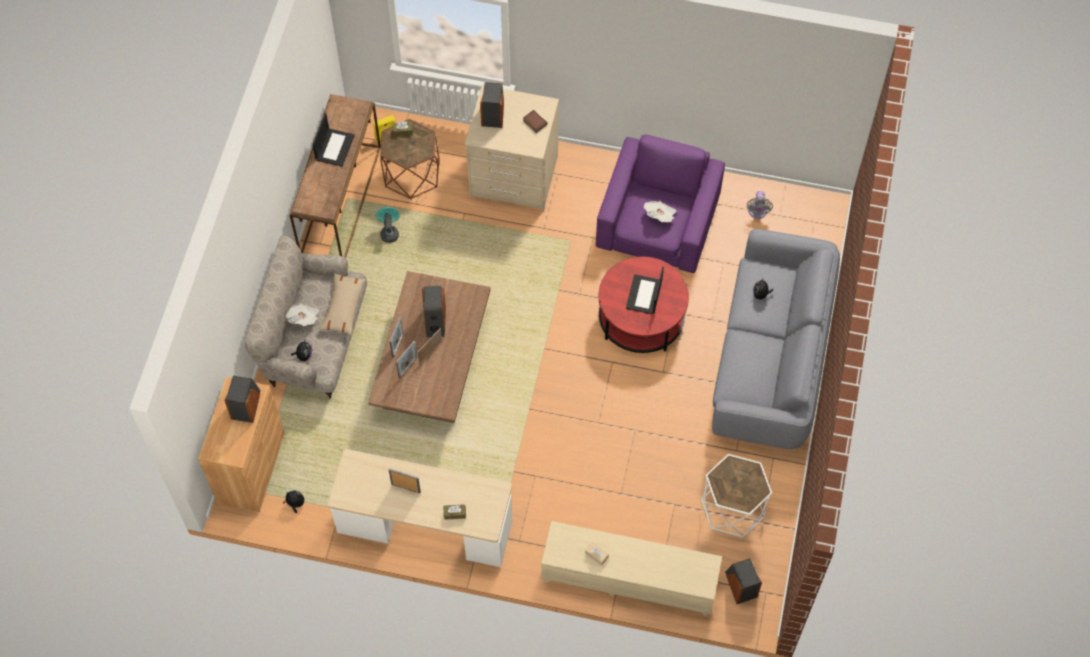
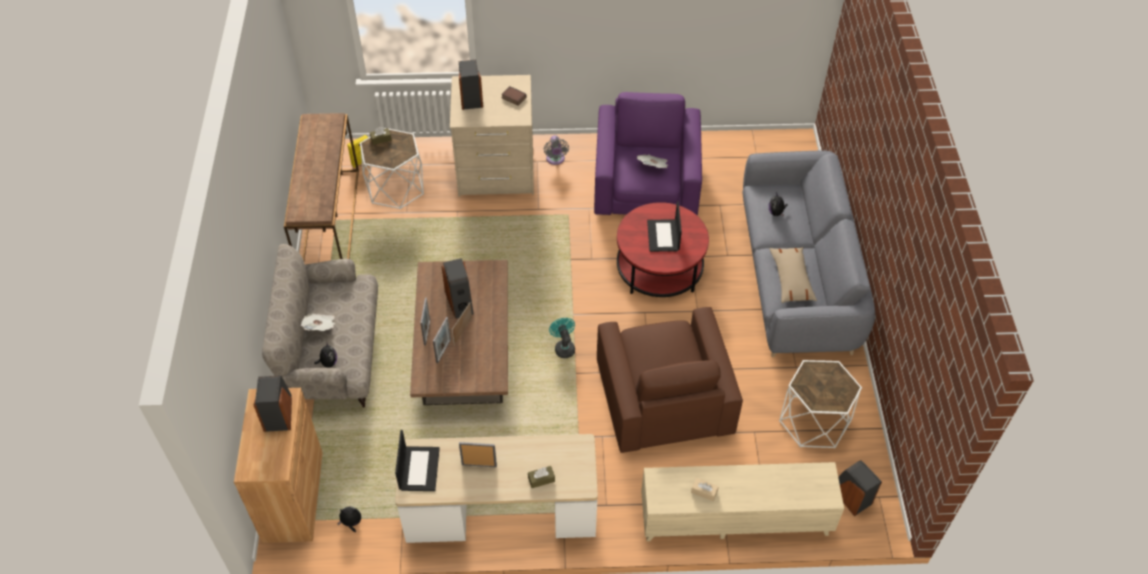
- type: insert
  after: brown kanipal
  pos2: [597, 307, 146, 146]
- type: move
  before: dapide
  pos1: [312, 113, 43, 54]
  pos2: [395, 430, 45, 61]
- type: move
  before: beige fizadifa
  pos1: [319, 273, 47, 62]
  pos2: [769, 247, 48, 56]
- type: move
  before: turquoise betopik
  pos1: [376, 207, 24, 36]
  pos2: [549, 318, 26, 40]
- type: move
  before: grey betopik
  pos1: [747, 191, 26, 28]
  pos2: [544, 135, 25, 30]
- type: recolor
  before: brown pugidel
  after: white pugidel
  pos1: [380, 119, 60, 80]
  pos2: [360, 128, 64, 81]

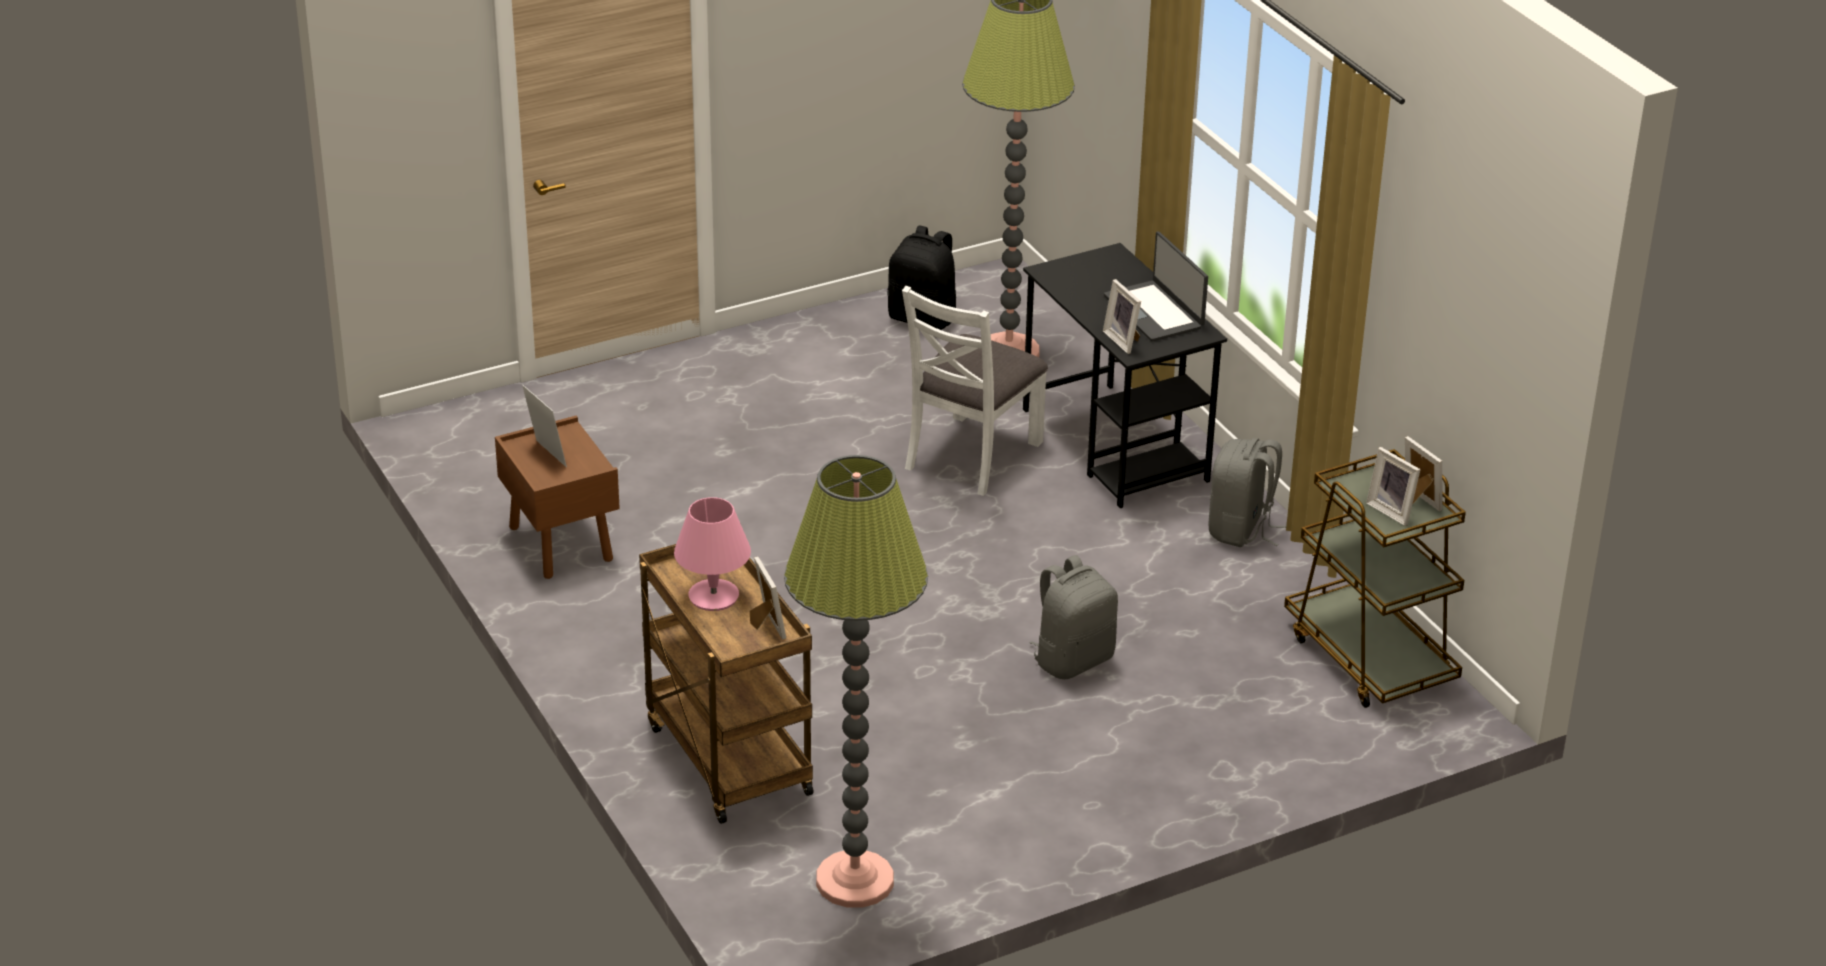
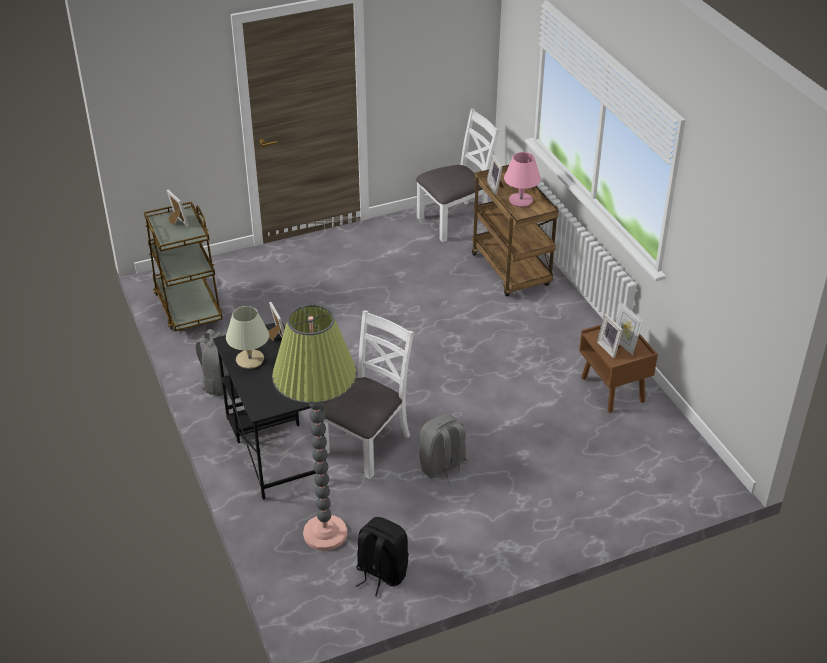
- type: move
  before: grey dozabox
  pos1: [1030, 555, 88, 124]
  pos2: [420, 414, 48, 73]
- type: move
  before: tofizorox
  pos1: [1405, 436, 37, 76]
  pos2: [597, 314, 26, 44]
- type: replace
  before: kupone
  after: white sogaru
  pos1: [784, 455, 144, 453]
  pos2: [416, 109, 84, 133]
- type: replace
  before: dapide
  after: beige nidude
  pos1: [1104, 231, 104, 111]
  pos2: [226, 306, 43, 63]

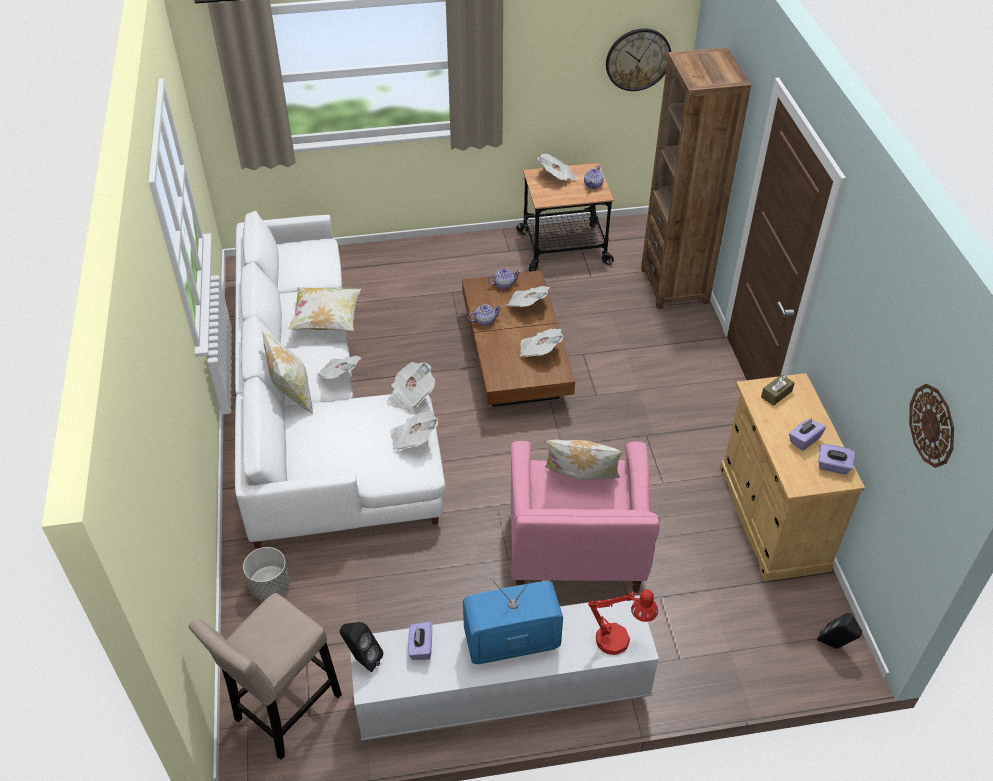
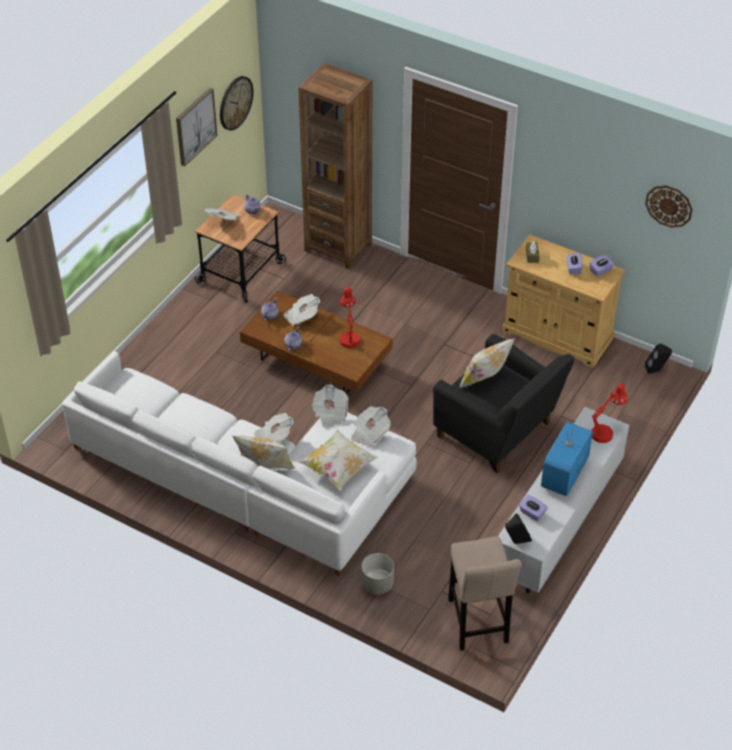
- type: insert
  after: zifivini
  pos2: [176, 88, 41, 79]
- type: move
  before: fizadifa
  pos1: [287, 287, 74, 44]
  pos2: [298, 430, 80, 61]
- type: replace
  before: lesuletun
  after: red nidude
  pos1: [519, 329, 44, 28]
  pos2: [340, 287, 20, 61]
- type: recolor
  before: pink kanipal
  after: black kanipal
  pos1: [511, 441, 149, 152]
  pos2: [433, 334, 141, 139]

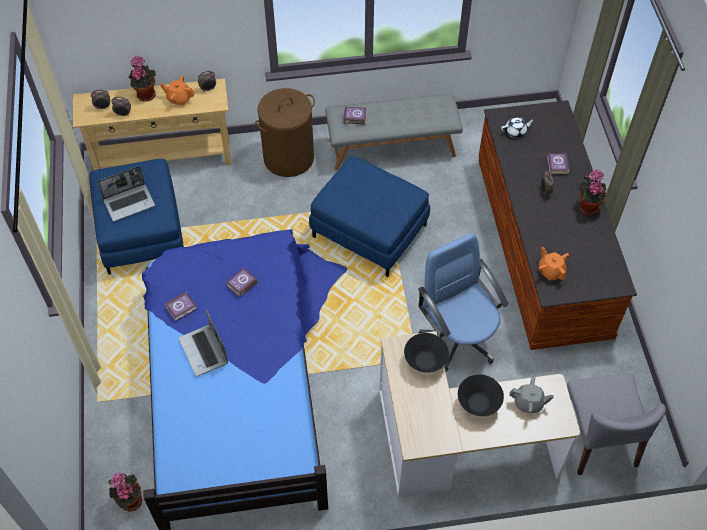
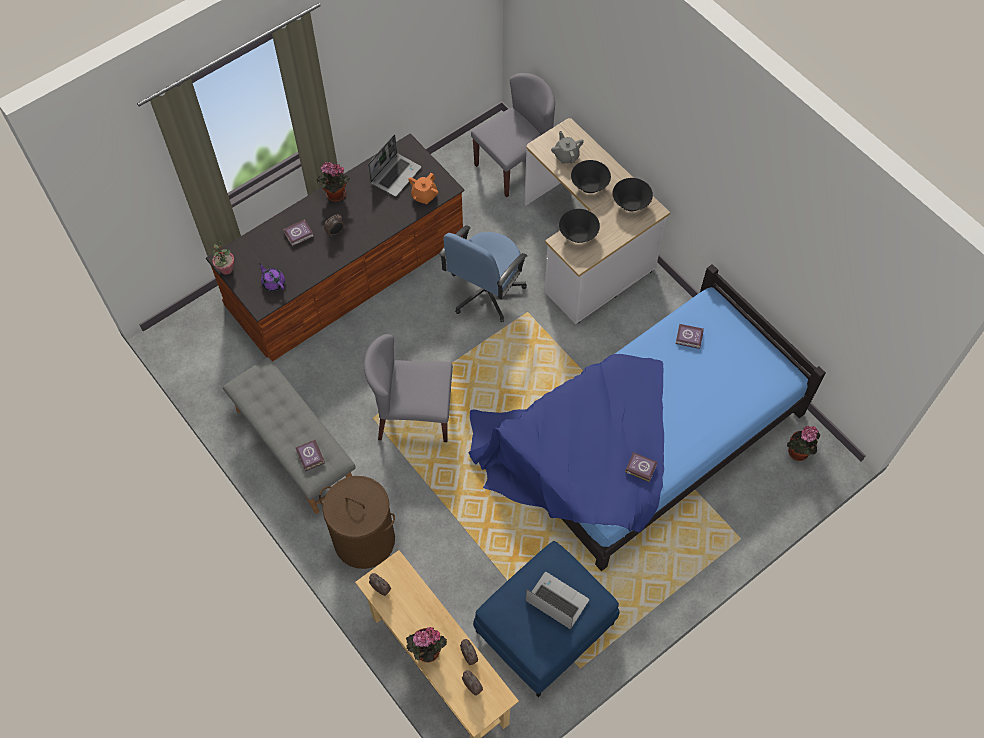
- type: delete
  before: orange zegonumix
  pos1: [160, 76, 35, 30]
- type: insert
  after: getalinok
  pos2: [212, 241, 23, 34]
- type: insert
  after: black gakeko
  pos2: [613, 178, 40, 33]
- type: move
  before: dapide
  pos1: [179, 309, 49, 67]
  pos2: [368, 134, 53, 63]
- type: move
  before: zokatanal
  pos1: [226, 268, 32, 29]
  pos2: [675, 324, 29, 25]
- type: replace
  before: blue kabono
  after: grey sogaru
  pos1: [309, 156, 121, 121]
  pos2: [364, 334, 89, 108]
- type: recolor
  before: white zegonumix
  after: purple zegonumix
  pos1: [501, 117, 34, 21]
  pos2: [258, 263, 27, 28]

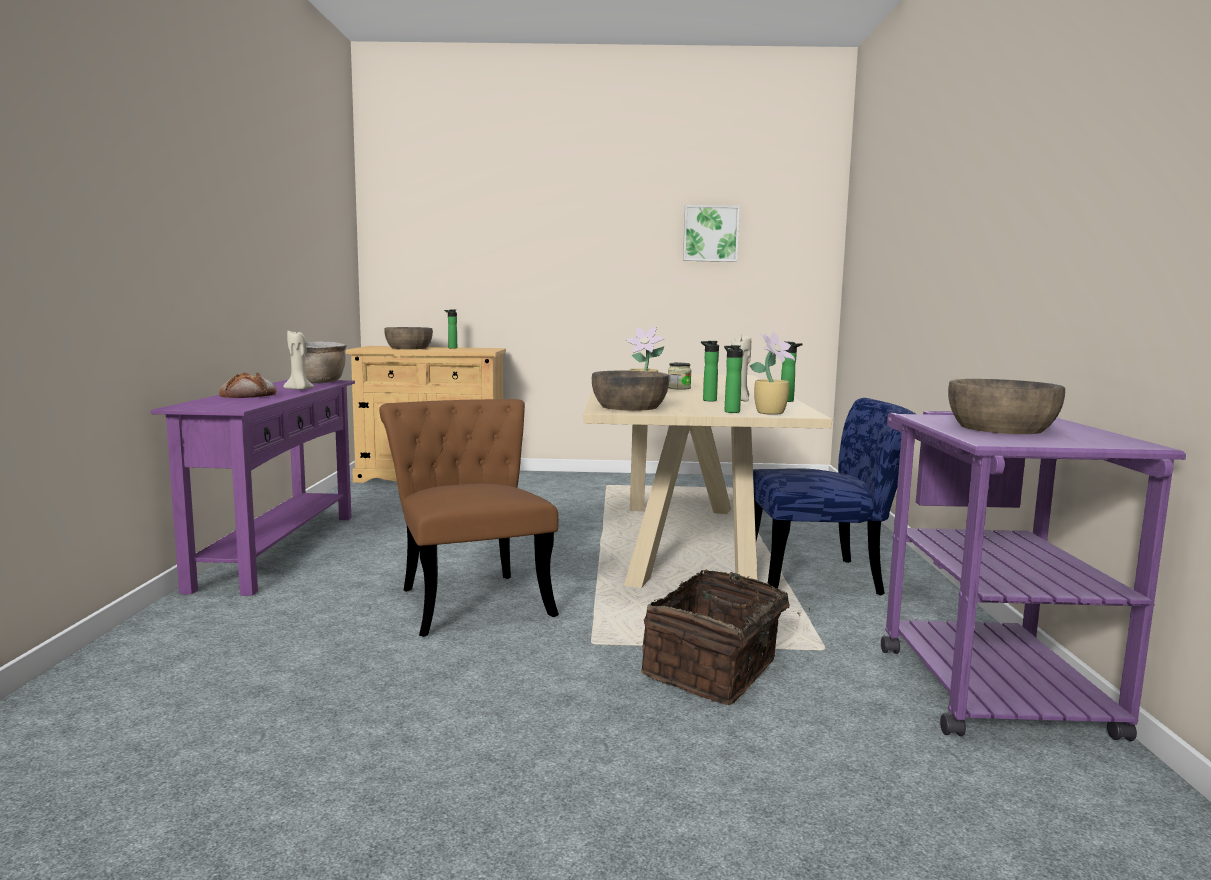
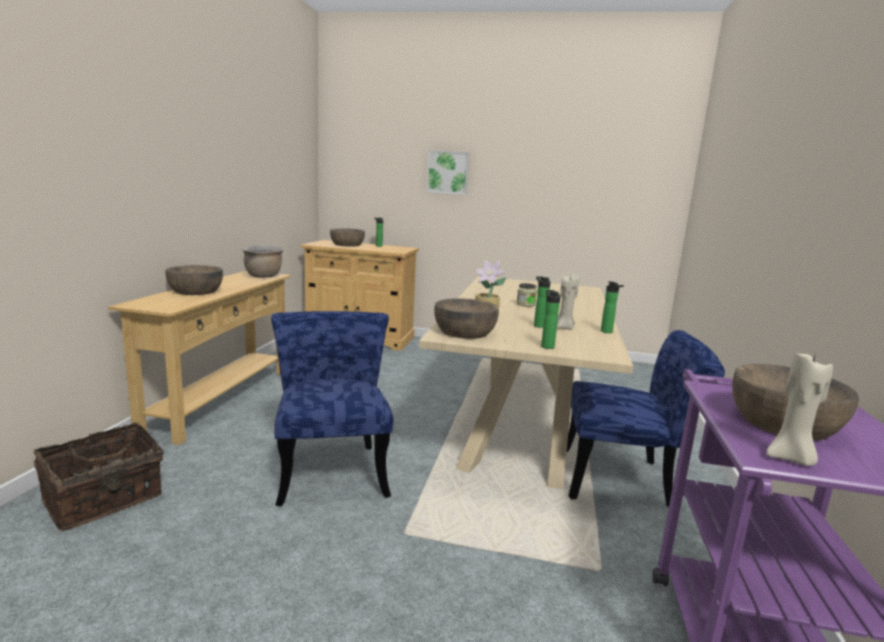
- type: delete
  before: getalinok
  pos1: [750, 332, 45, 83]
- type: move
  before: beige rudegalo
  pos1: [283, 331, 31, 59]
  pos2: [766, 353, 67, 113]
- type: move
  before: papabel
  pos1: [642, 570, 168, 135]
  pos2: [34, 422, 130, 109]
- type: move
  before: zifivini
  pos1: [683, 205, 57, 57]
  pos2: [426, 150, 44, 45]
- type: replace
  before: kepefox
  after: brown gakeko
  pos1: [219, 372, 57, 26]
  pos2: [166, 265, 57, 30]
- type: recolor
  before: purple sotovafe
  after: beige sotovafe
  pos1: [151, 379, 204, 217]
  pos2: [108, 271, 183, 174]
- type: recolor
  before: brown sogaru
  after: blue sogaru
  pos1: [379, 399, 180, 238]
  pos2: [271, 311, 122, 195]

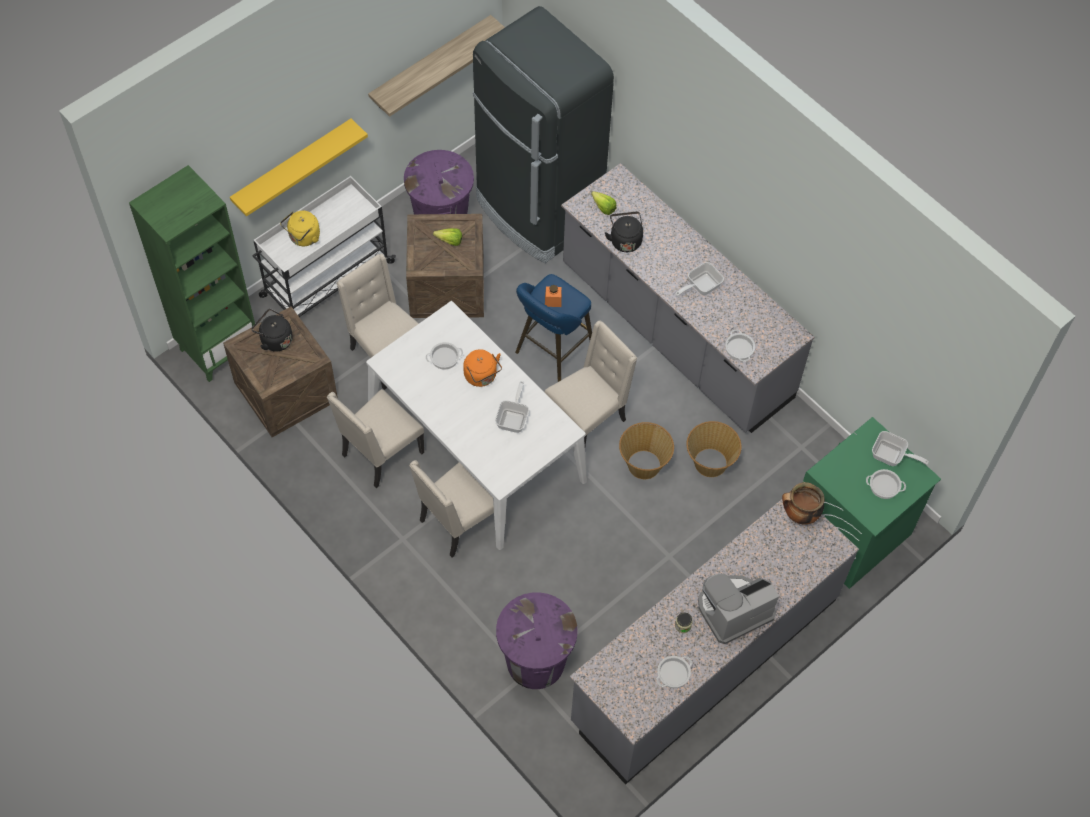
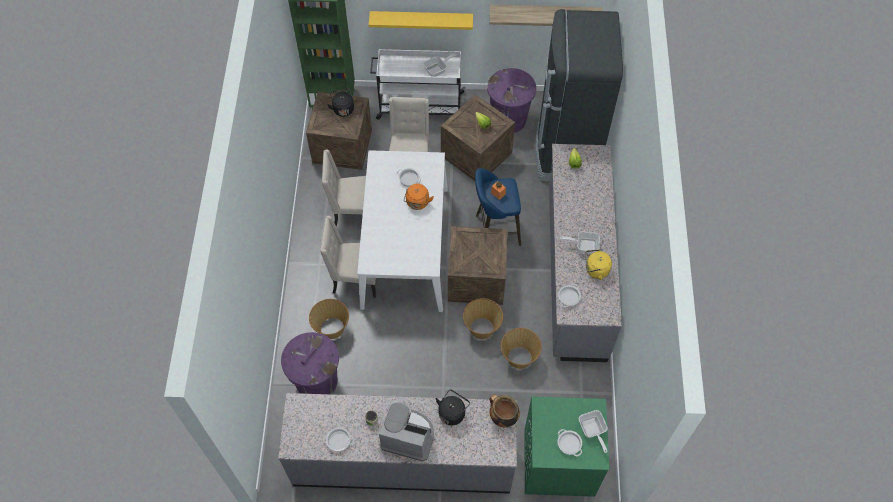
- type: insert
  after: papabel
  pos2: [309, 299, 40, 40]
- type: move
  before: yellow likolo
  pos1: [280, 211, 40, 35]
  pos2: [585, 249, 27, 31]
- type: move
  before: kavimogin
  pos1: [495, 381, 34, 52]
  pos2: [423, 54, 34, 23]
- type: move
  before: black likolo
  pos1: [605, 212, 38, 40]
  pos2: [436, 389, 34, 37]
- type: replace
  before: beige sogaru
  after: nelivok
  pos1: [544, 321, 93, 124]
  pos2: [448, 226, 60, 79]

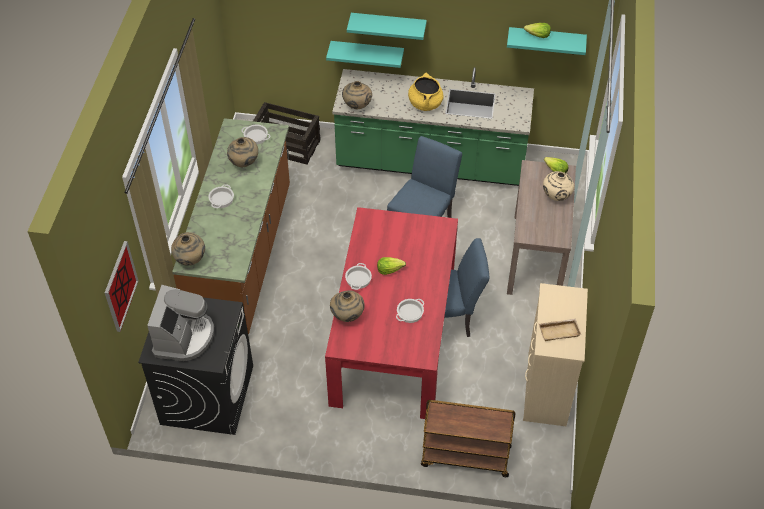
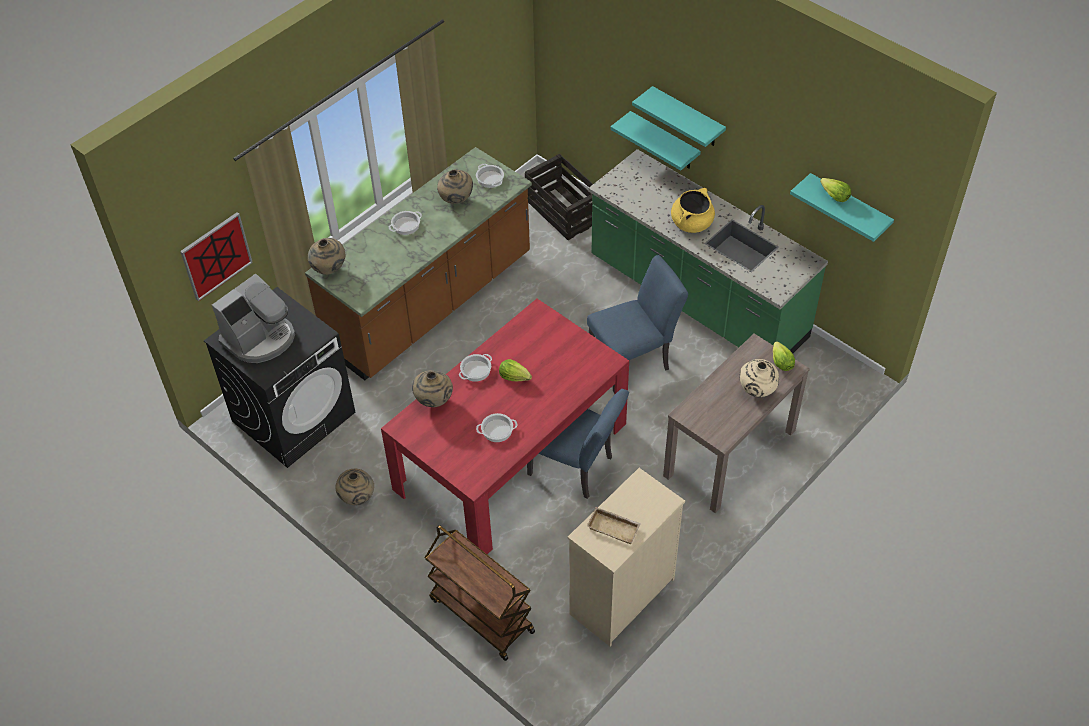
- type: move
  before: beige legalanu
  pos1: [342, 81, 30, 28]
  pos2: [335, 469, 39, 37]

